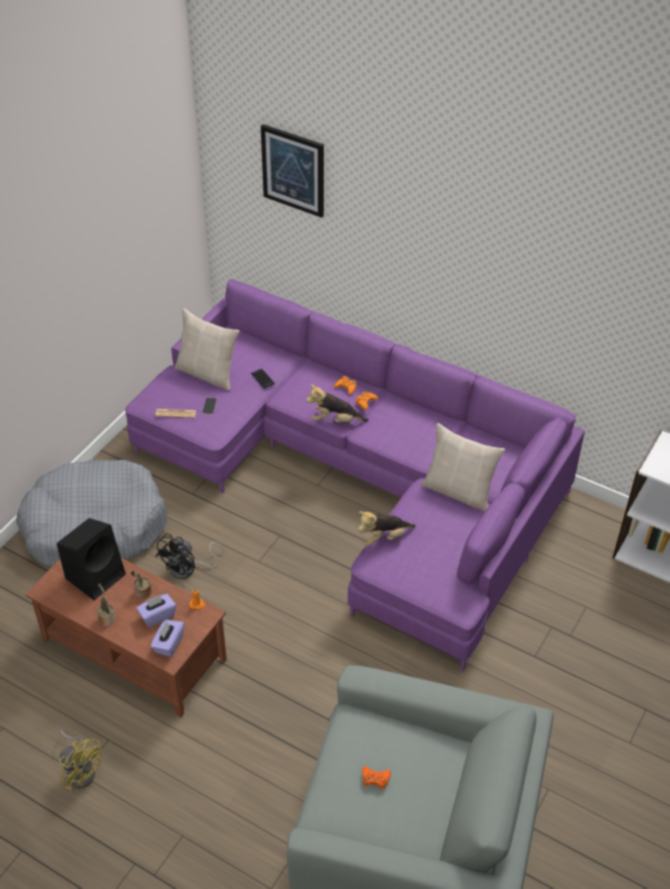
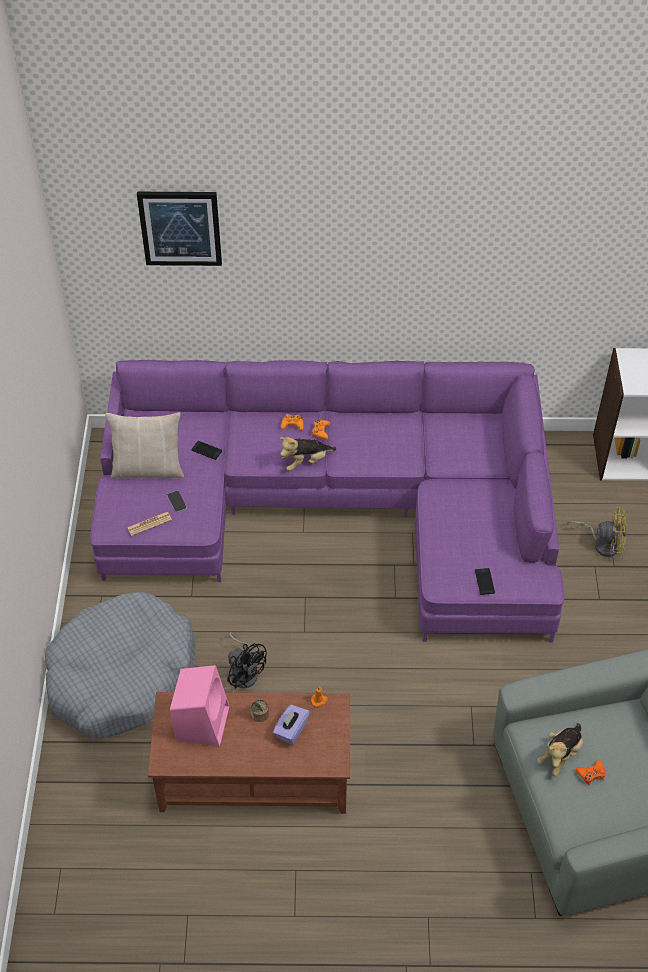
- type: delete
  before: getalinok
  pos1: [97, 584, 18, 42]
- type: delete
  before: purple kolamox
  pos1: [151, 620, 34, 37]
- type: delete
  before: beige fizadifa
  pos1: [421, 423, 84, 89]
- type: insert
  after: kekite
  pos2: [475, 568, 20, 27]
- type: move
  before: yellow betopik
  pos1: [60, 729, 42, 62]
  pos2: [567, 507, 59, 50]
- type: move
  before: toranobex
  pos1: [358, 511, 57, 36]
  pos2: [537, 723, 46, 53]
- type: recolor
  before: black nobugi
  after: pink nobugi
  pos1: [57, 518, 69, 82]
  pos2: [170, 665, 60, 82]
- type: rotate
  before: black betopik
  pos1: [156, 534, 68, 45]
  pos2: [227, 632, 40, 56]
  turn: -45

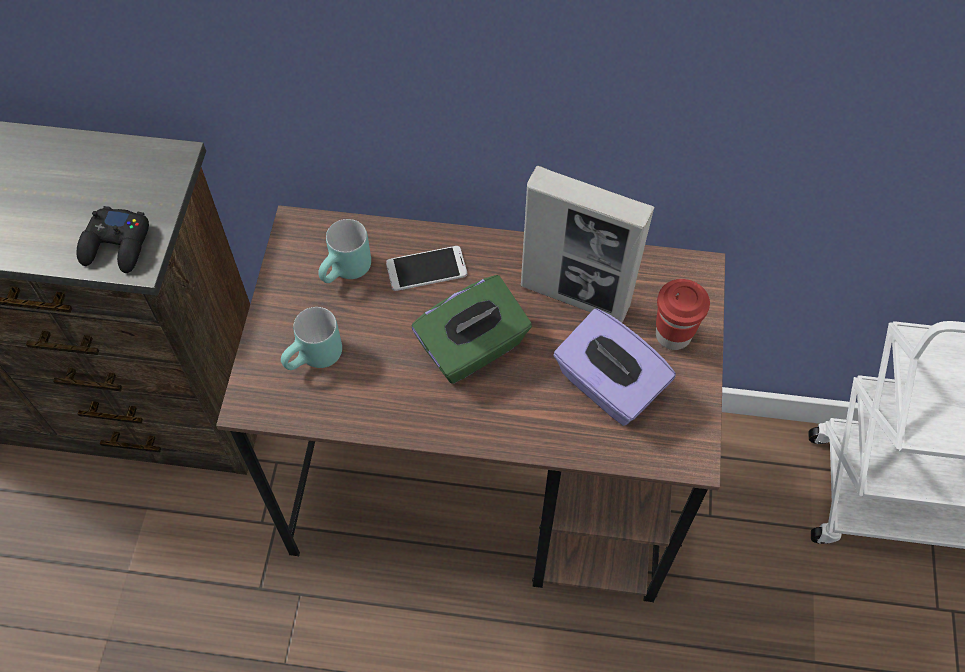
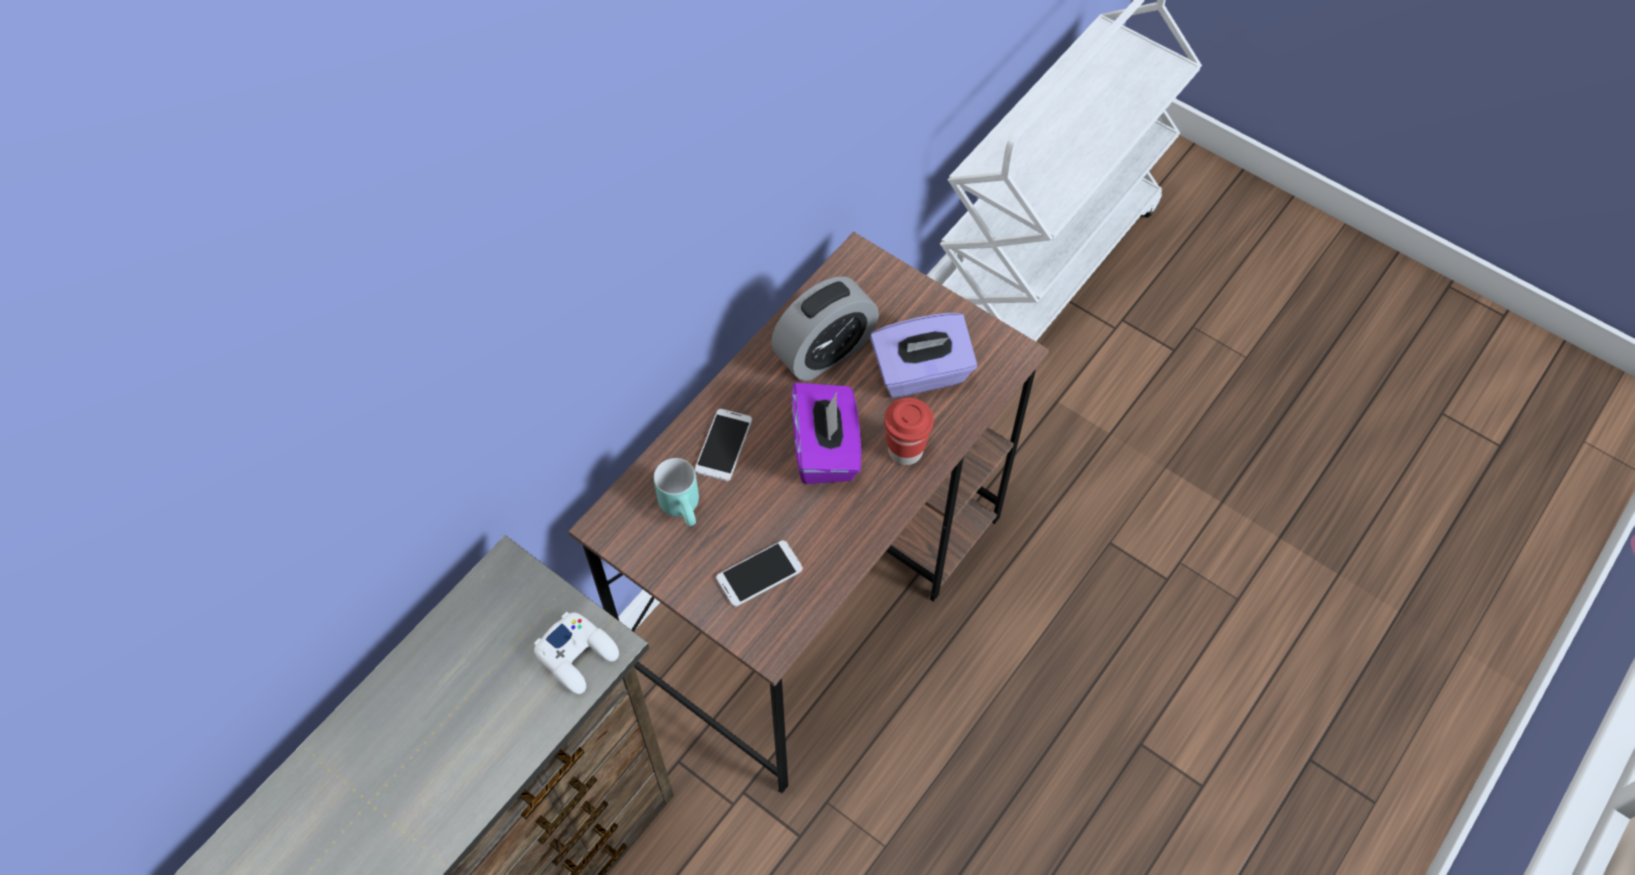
- type: move
  before: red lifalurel
  pos1: [656, 279, 54, 71]
  pos2: [884, 398, 50, 67]
- type: replace
  before: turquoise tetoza
  after: kekite
  pos1: [281, 307, 61, 63]
  pos2: [716, 540, 87, 67]
- type: replace
  before: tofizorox
  after: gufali
  pos1: [521, 166, 134, 157]
  pos2: [771, 276, 108, 105]
- type: recolor
  before: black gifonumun
  after: white gifonumun
  pos1: [76, 206, 73, 67]
  pos2: [534, 612, 85, 82]
- type: recolor
  before: green kolamox
  after: purple kolamox
  pos1: [412, 275, 120, 109]
  pos2: [792, 383, 69, 101]

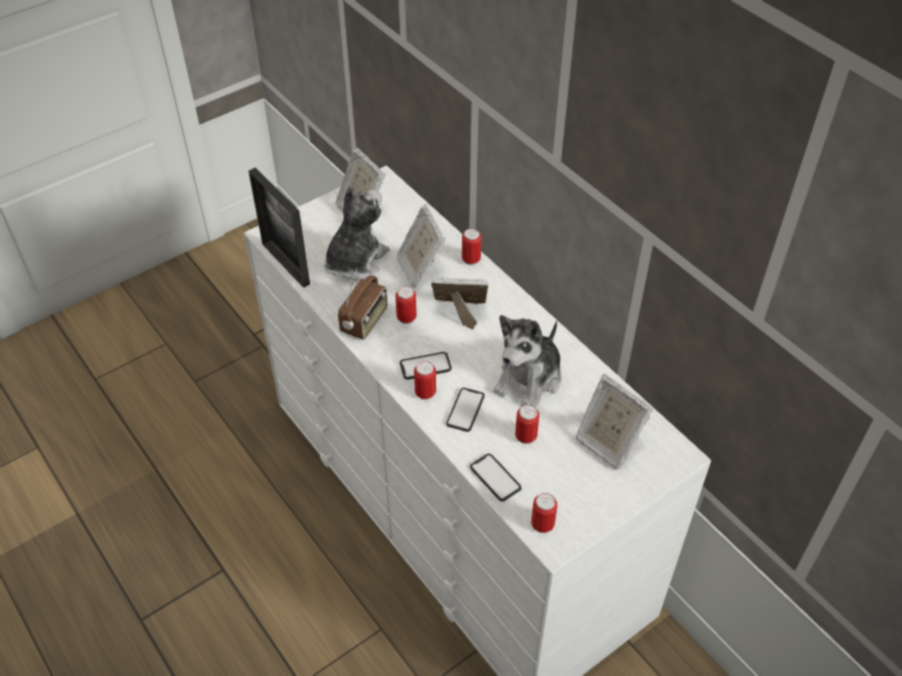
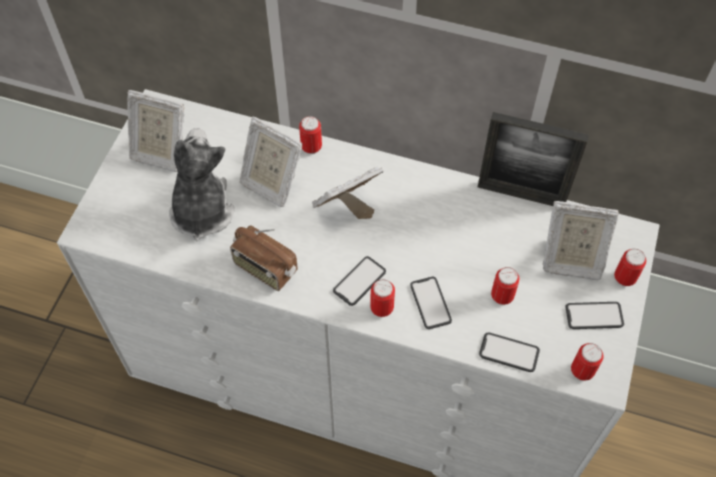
- type: delete
  before: toranobex
  pos1: [493, 315, 69, 92]
- type: insert
  after: kekite
  pos2: [565, 302, 59, 27]
- type: move
  before: tofizorox
  pos1: [249, 167, 61, 121]
  pos2: [478, 112, 111, 94]
- type: move
  before: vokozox
  pos1: [395, 286, 22, 38]
  pos2: [614, 249, 32, 37]
- type: rotate
  before: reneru
  pos1: [338, 268, 49, 72]
  pos2: [230, 226, 68, 65]
  turn: 135

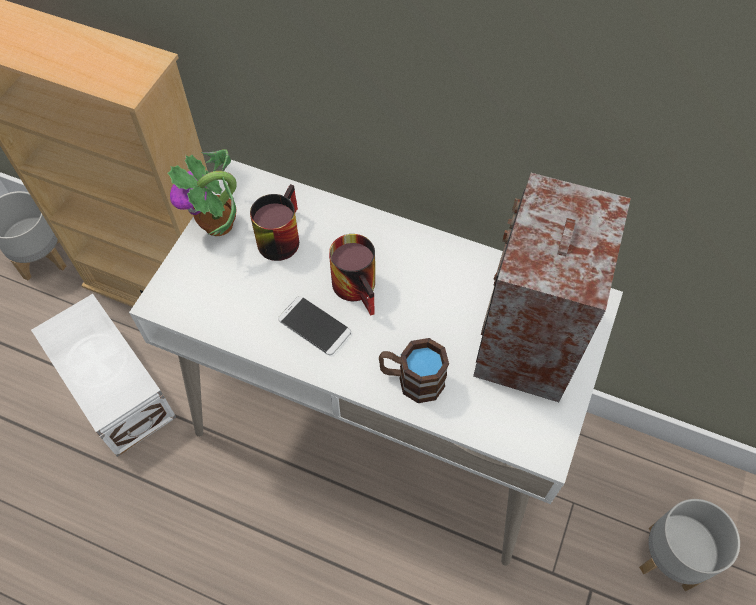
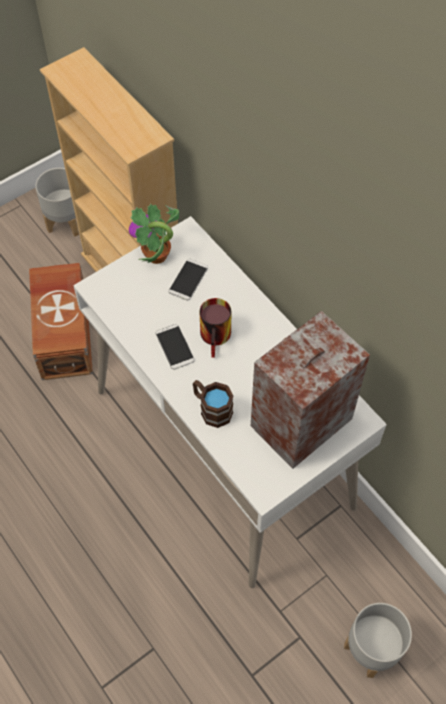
- type: replace
  before: tetoza
  after: kekite
  pos1: [250, 184, 49, 77]
  pos2: [169, 259, 39, 41]
- type: recolor
  before: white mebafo
  after: brown mebafo
  pos1: [31, 294, 145, 163]
  pos2: [29, 263, 64, 117]

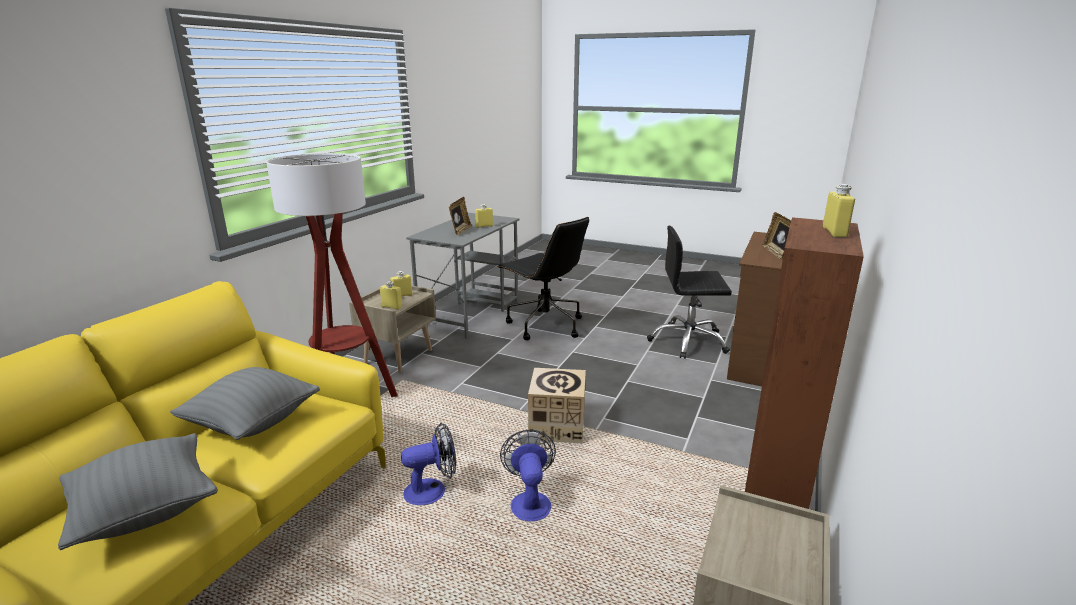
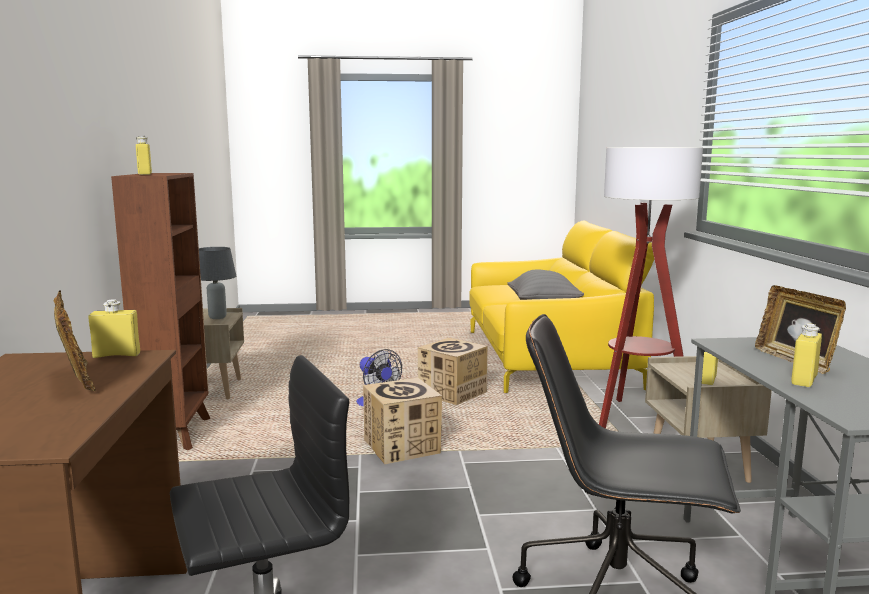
- type: delete
  before: grey fizadifa
  pos1: [58, 433, 160, 117]
- type: insert
  after: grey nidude
  pos2: [199, 247, 37, 72]
- type: move
  before: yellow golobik
  pos1: [380, 281, 22, 29]
  pos2: [89, 299, 51, 59]
- type: replace
  before: betopik
  after: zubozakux
  pos1: [401, 422, 55, 83]
  pos2: [418, 338, 70, 67]

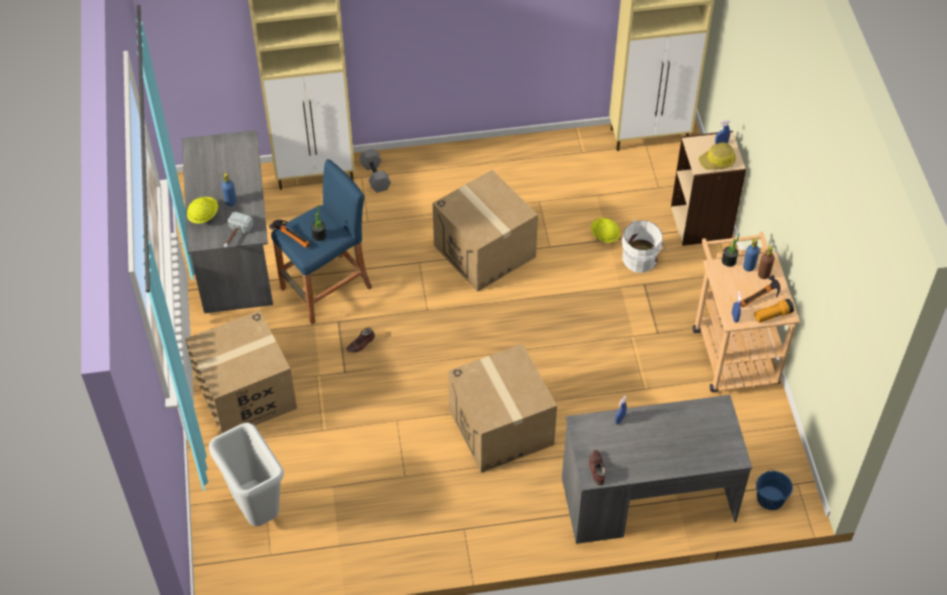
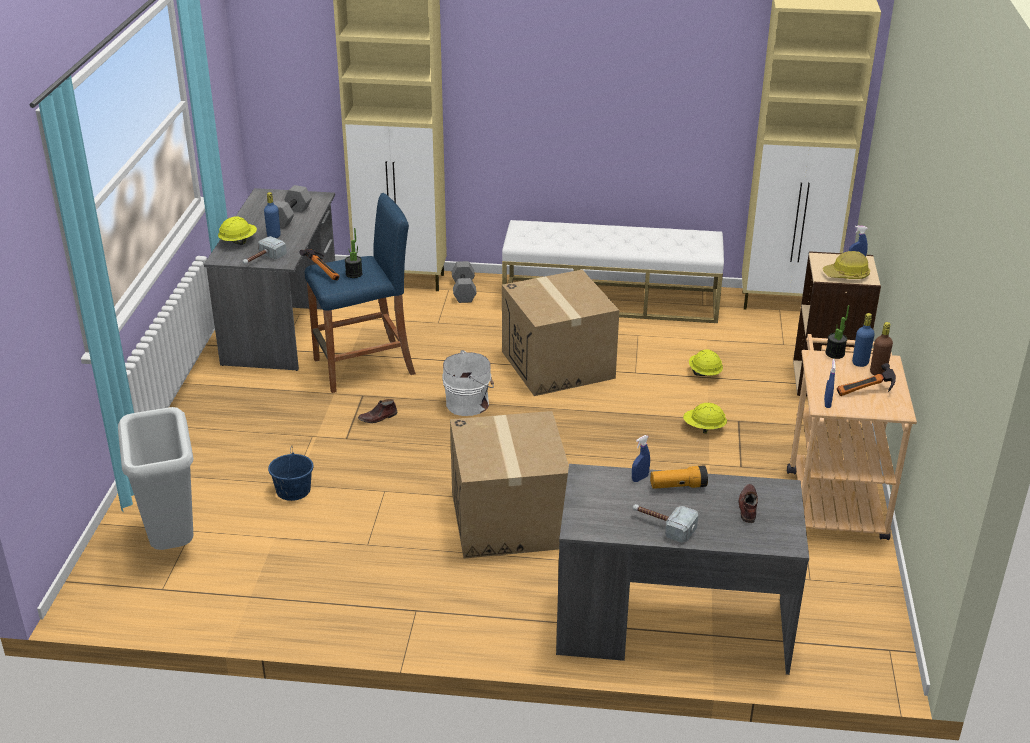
- type: delete
  before: zubozakux
  pos1: [185, 310, 112, 124]
- type: insert
  after: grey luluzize
  pos2: [274, 185, 38, 44]
- type: insert
  after: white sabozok
  pos2: [502, 220, 222, 103]
- type: insert
  after: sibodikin
  pos2: [633, 504, 65, 39]
- type: insert
  after: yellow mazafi
  pos2: [683, 403, 44, 31]
- type: move
  before: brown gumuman
  pos1: [589, 450, 16, 36]
  pos2: [738, 484, 20, 39]
- type: move
  before: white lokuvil
  pos1: [622, 220, 44, 53]
  pos2: [443, 350, 51, 66]
- type: move
  before: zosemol
  pos1: [754, 299, 40, 24]
  pos2: [650, 466, 58, 23]
- type: move
  before: blue lokuvil
  pos1: [756, 469, 37, 41]
  pos2: [268, 445, 45, 56]

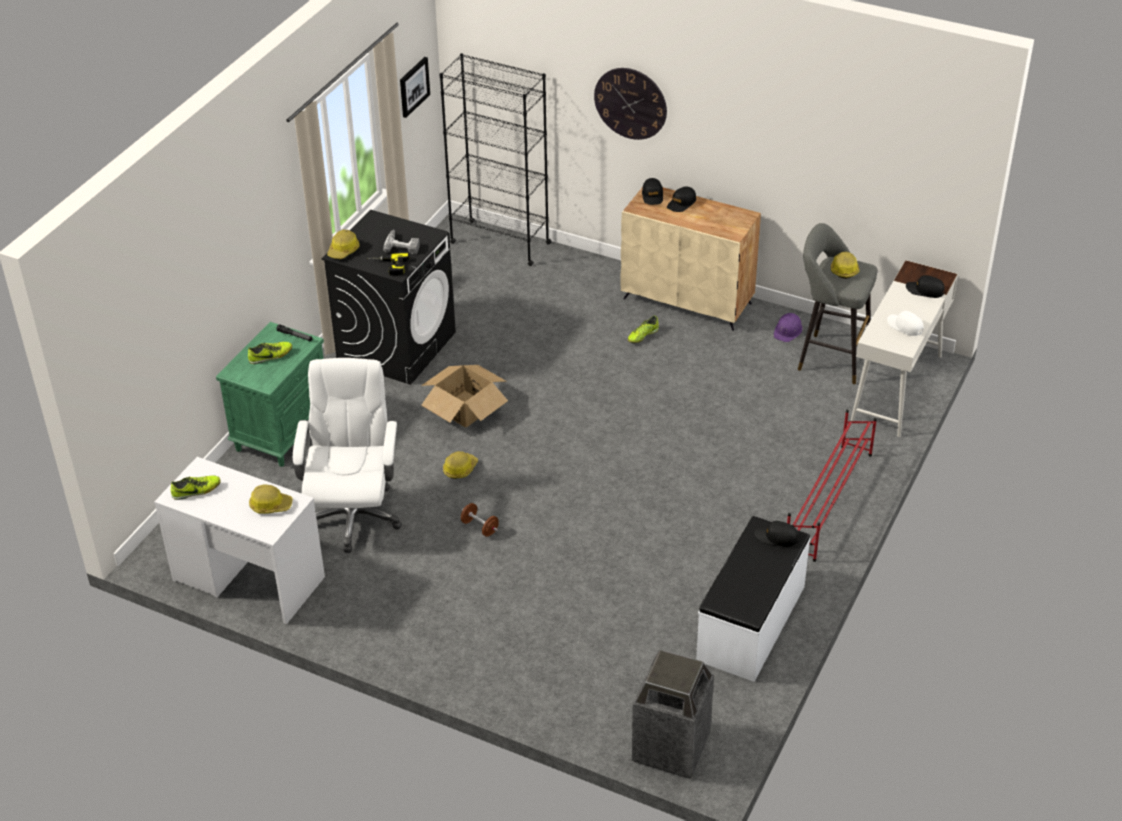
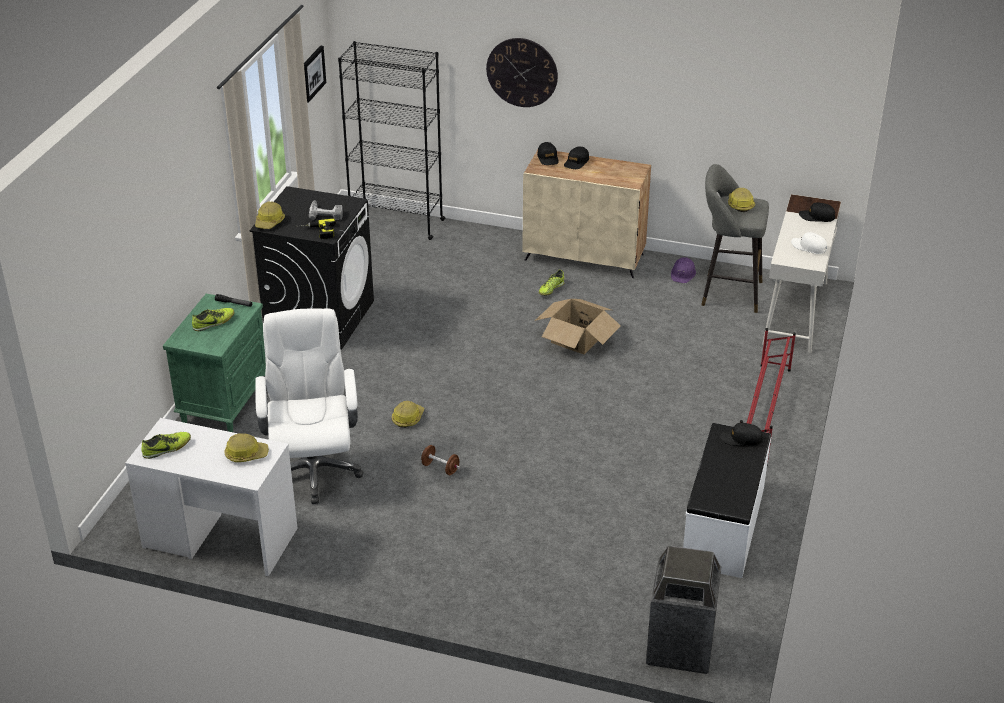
- type: move
  before: zubozakux
  pos1: [421, 365, 87, 63]
  pos2: [535, 299, 86, 56]

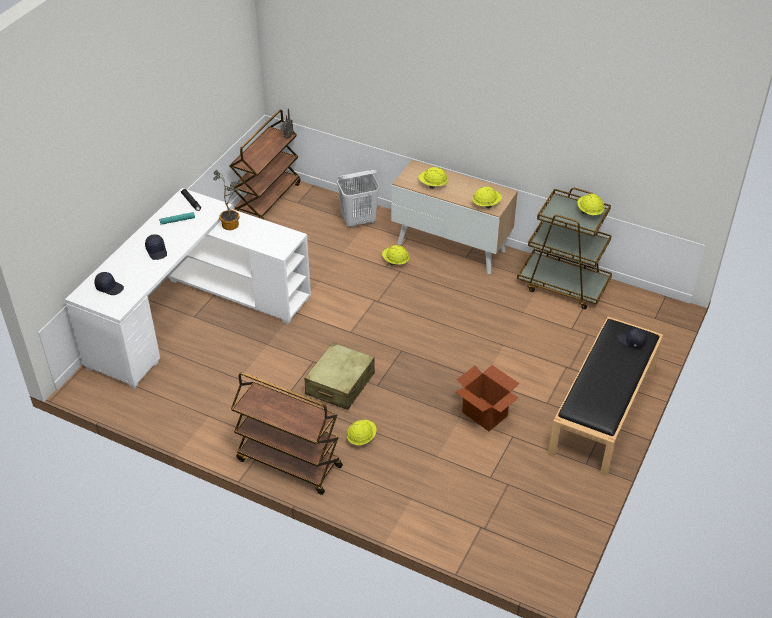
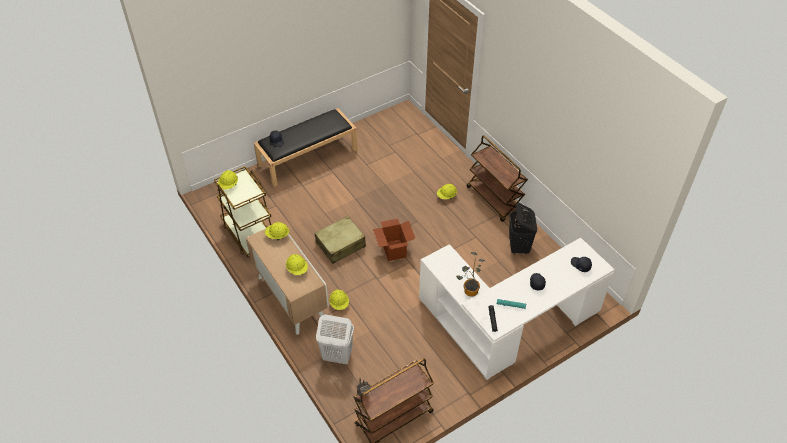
- type: insert
  after: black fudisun
  pos2: [509, 203, 28, 52]
- type: move
  before: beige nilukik
  pos1: [304, 342, 71, 68]
  pos2: [315, 216, 51, 48]
- type: move
  before: zubozakux
  pos1: [456, 365, 64, 66]
  pos2: [373, 219, 42, 42]

